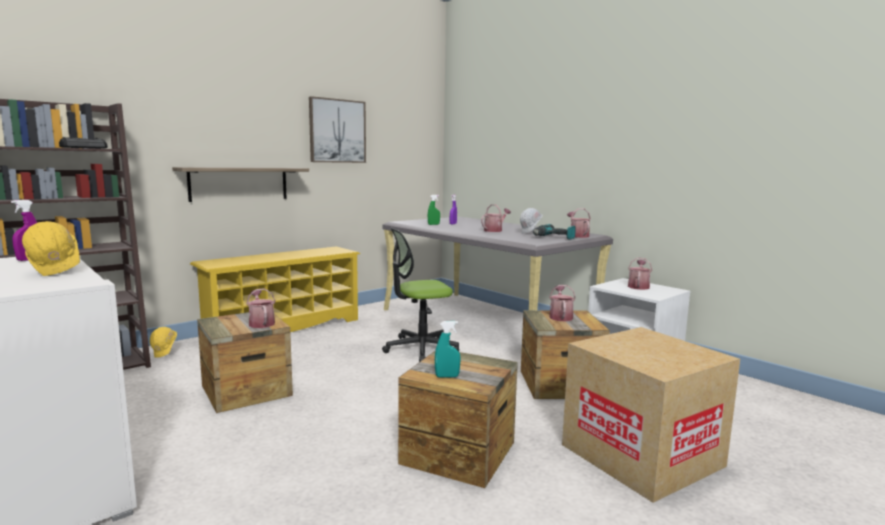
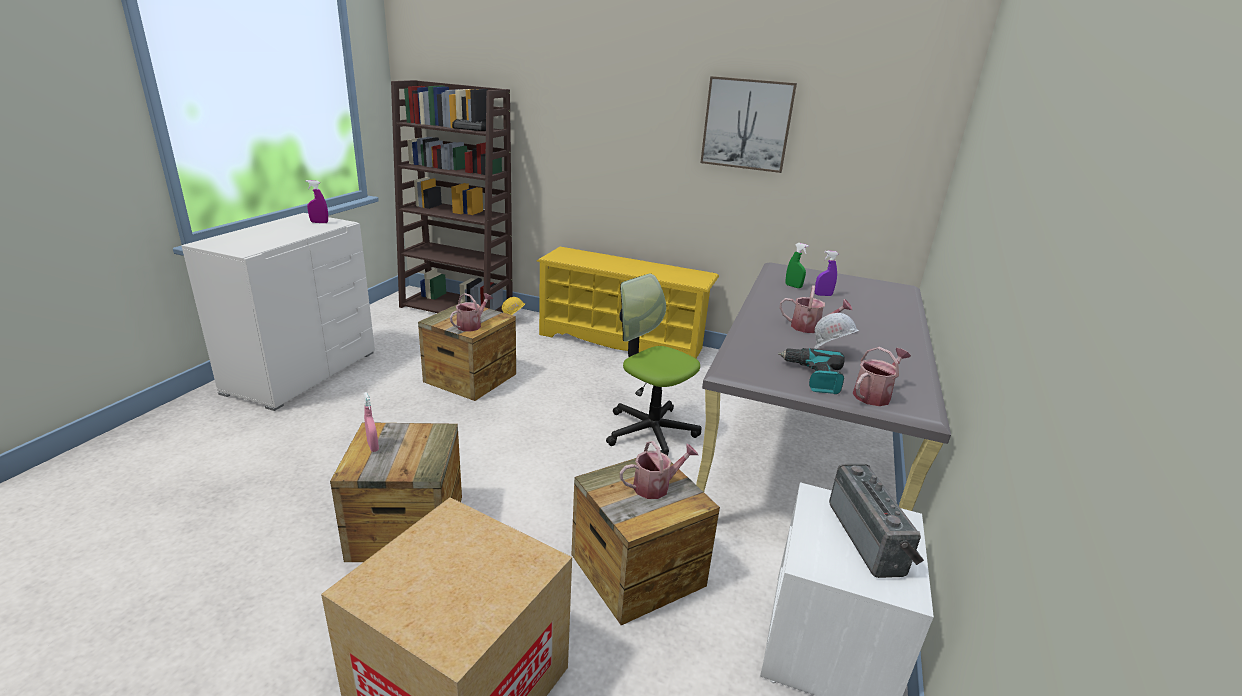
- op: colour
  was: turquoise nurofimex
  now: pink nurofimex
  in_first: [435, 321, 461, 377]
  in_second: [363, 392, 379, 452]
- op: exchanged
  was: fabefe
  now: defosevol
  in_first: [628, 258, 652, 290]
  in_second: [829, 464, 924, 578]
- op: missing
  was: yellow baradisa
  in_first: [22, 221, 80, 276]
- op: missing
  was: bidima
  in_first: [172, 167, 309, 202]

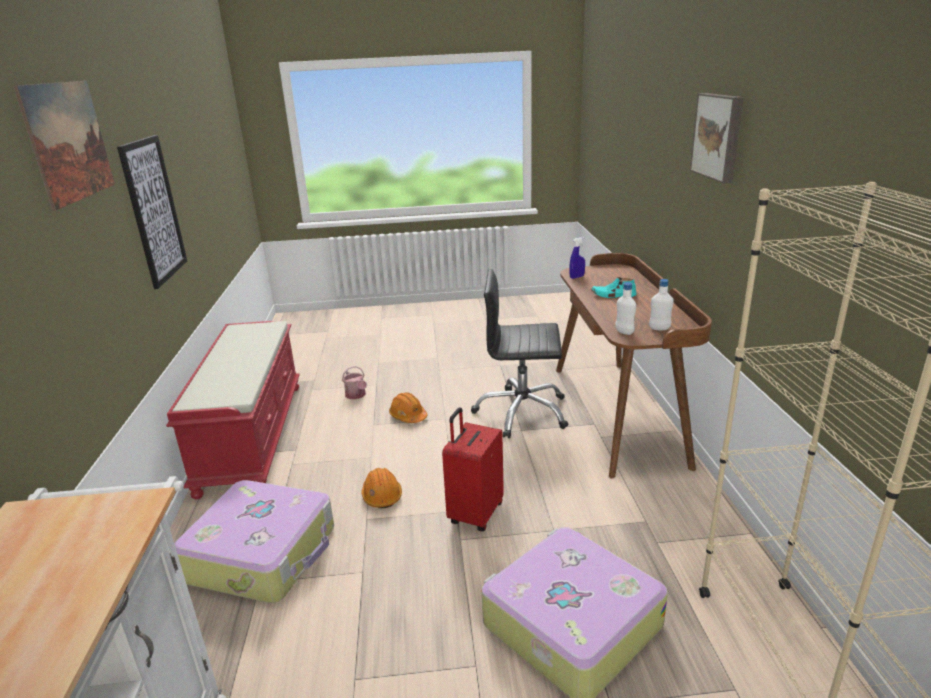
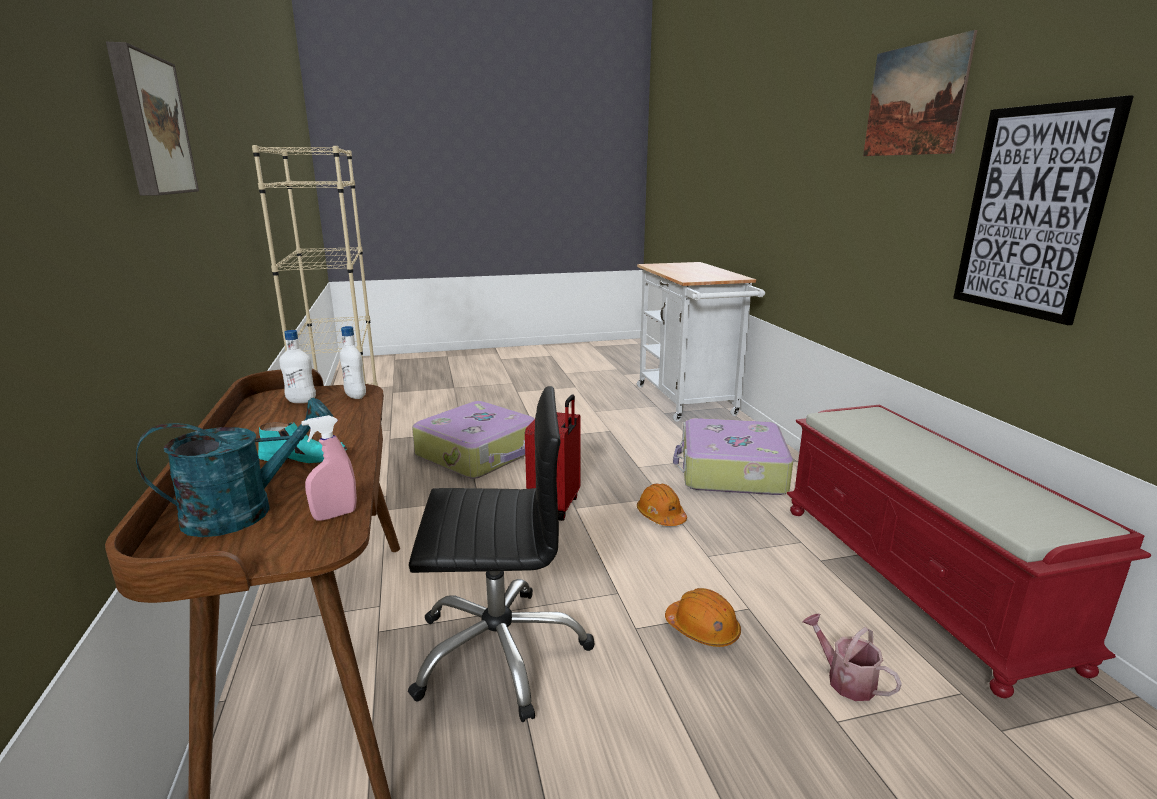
- op: appeared
  now: turquoise fabefe
  in_second: [136, 398, 333, 537]
- op: colour
  was: blue nurofimex
  now: pink nurofimex
  in_first: [569, 237, 585, 279]
  in_second: [301, 415, 357, 521]

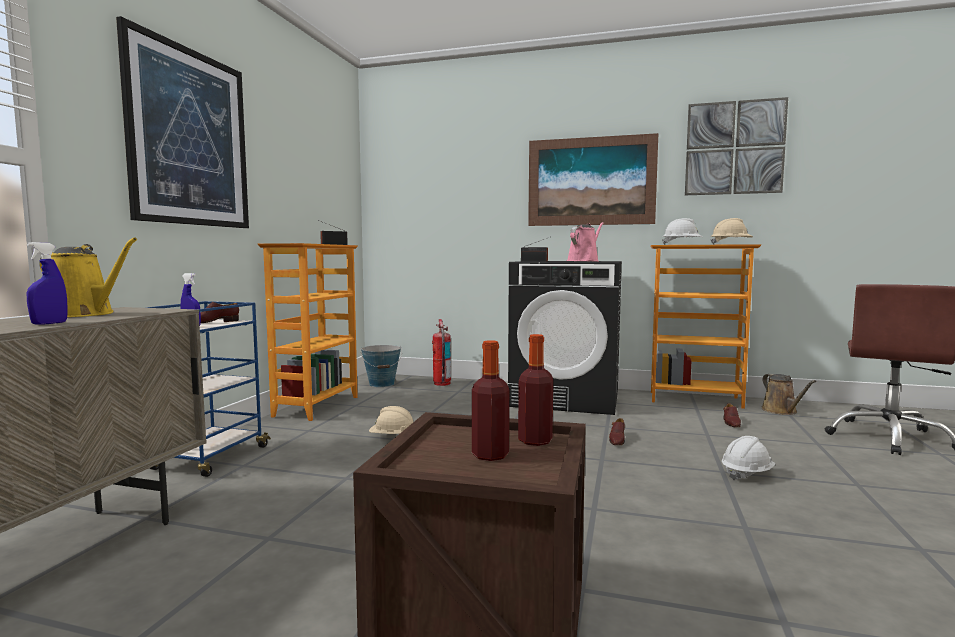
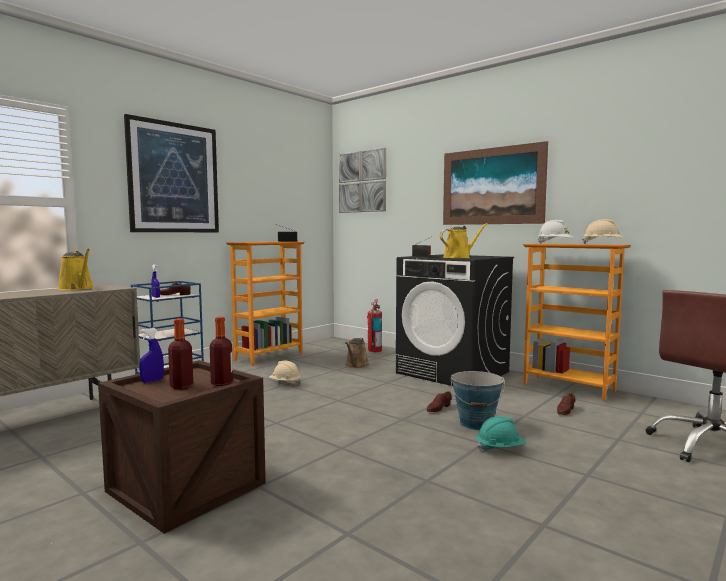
- op: relocated
  was: blue nurofimex
  in_first: [26, 242, 68, 325]
  in_second: [139, 328, 164, 383]
- op: relocated
  was: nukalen
  in_first: [685, 97, 788, 195]
  in_second: [339, 147, 386, 213]
- op: relocated
  was: brown fabefe
  in_first: [762, 374, 816, 415]
  in_second: [345, 338, 369, 368]
- op: colour
  was: pink fabefe
  now: yellow fabefe
  in_first: [567, 222, 604, 261]
  in_second: [440, 223, 487, 258]
- op: relocated
  was: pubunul
  in_first: [361, 345, 402, 387]
  in_second: [451, 371, 505, 430]
- op: colour
  was: white baradisa
  now: turquoise baradisa
  in_first: [722, 436, 776, 480]
  in_second: [476, 416, 526, 451]

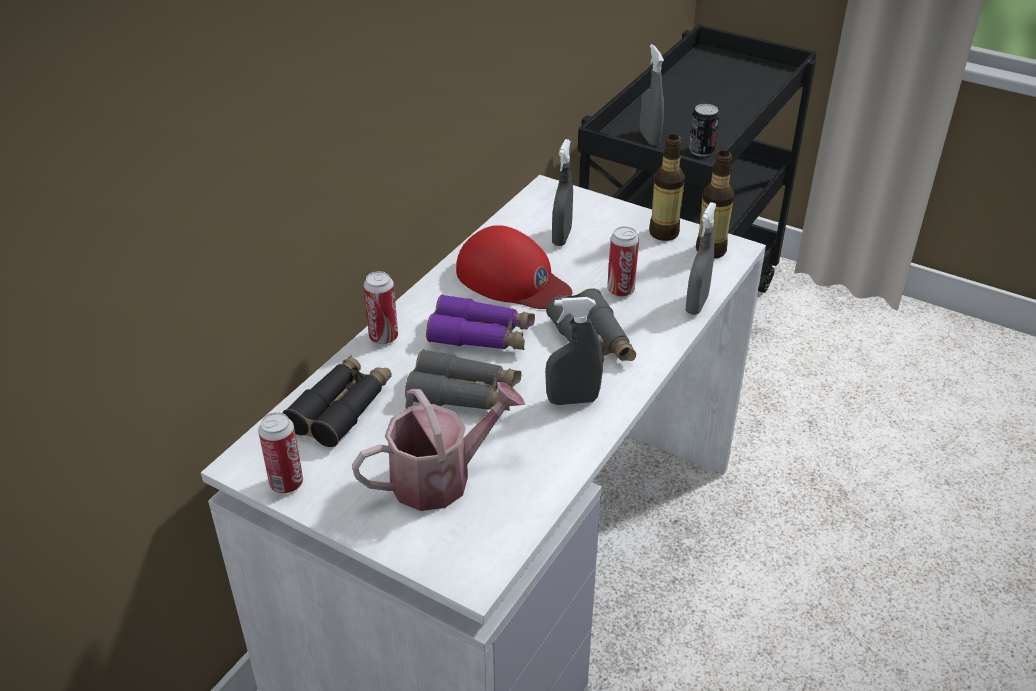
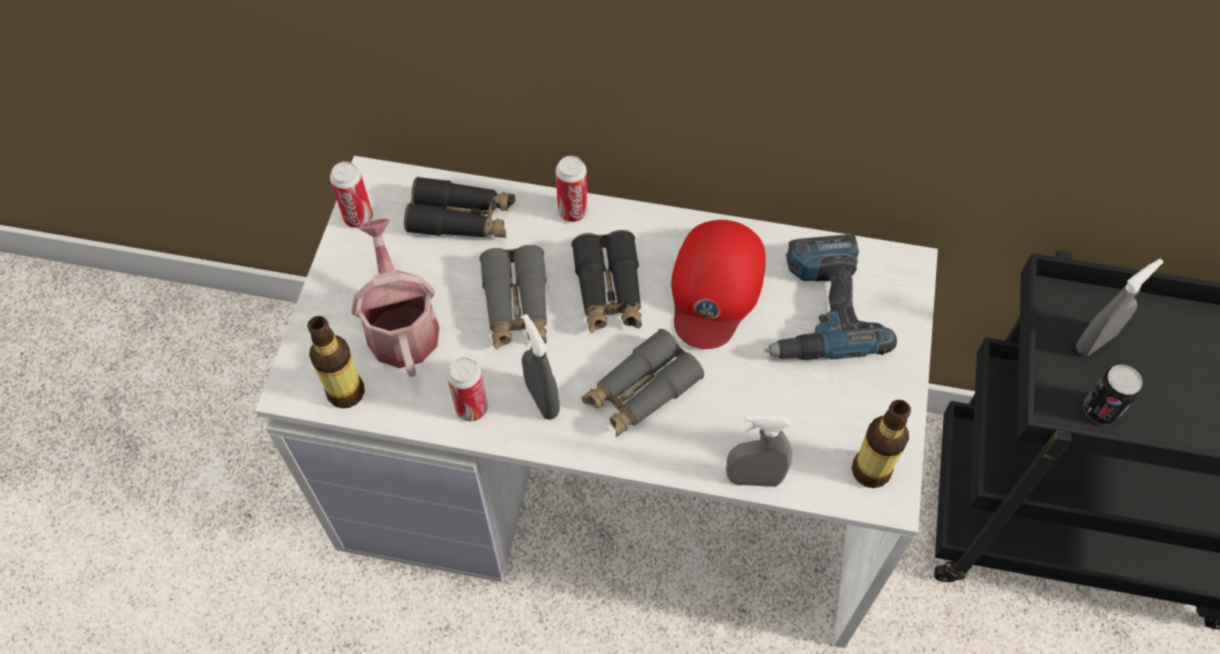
- op: relocated
  was: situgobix
  in_first: [649, 135, 685, 241]
  in_second: [307, 316, 365, 408]
- op: spun
  was: fabefe
  in_first: [352, 382, 526, 511]
  in_second: [351, 219, 439, 377]
  clockwise: -150
- op: relocated
  was: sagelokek
  in_first: [607, 226, 639, 297]
  in_second: [447, 357, 488, 421]
- op: colour
  was: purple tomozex
  now: black tomozex
  in_first: [426, 294, 535, 350]
  in_second: [571, 230, 642, 333]
- op: exchanged
  was: grey nurofimex
  now: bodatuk
  in_first: [552, 139, 573, 246]
  in_second: [764, 235, 897, 360]

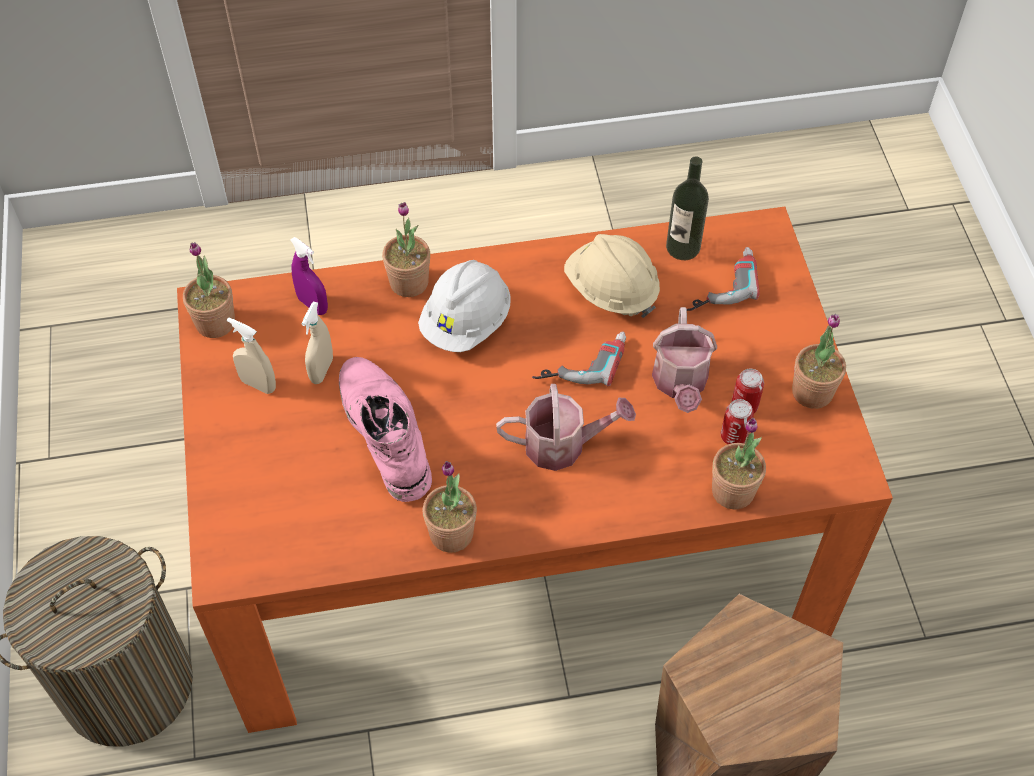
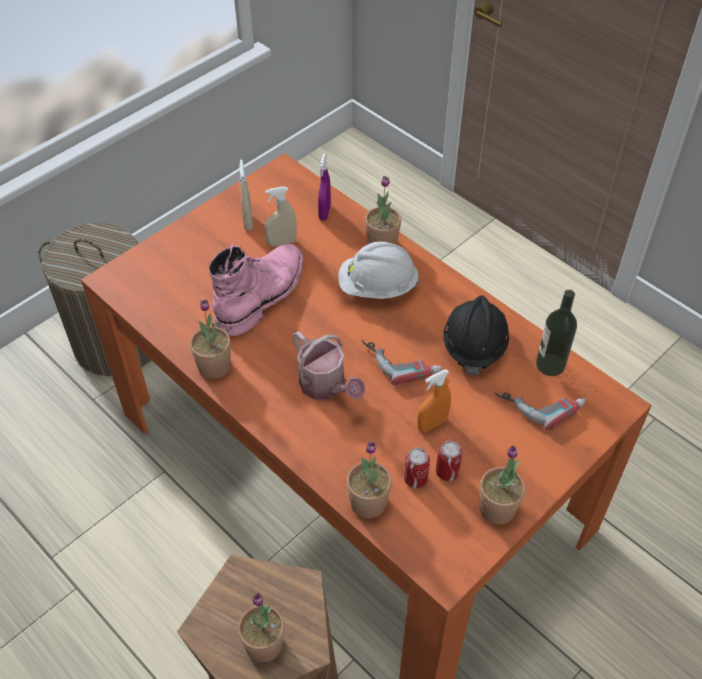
- op: relocated
  was: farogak
  in_first: [183, 242, 235, 338]
  in_second: [238, 593, 285, 662]
- op: exchanged
  was: fabefe
  now: orange nurofimex
  in_first: [652, 307, 717, 413]
  in_second: [417, 369, 451, 432]
- op: colour
  was: beige baradisa
  now: black baradisa
  in_first: [564, 234, 660, 318]
  in_second: [443, 296, 509, 375]

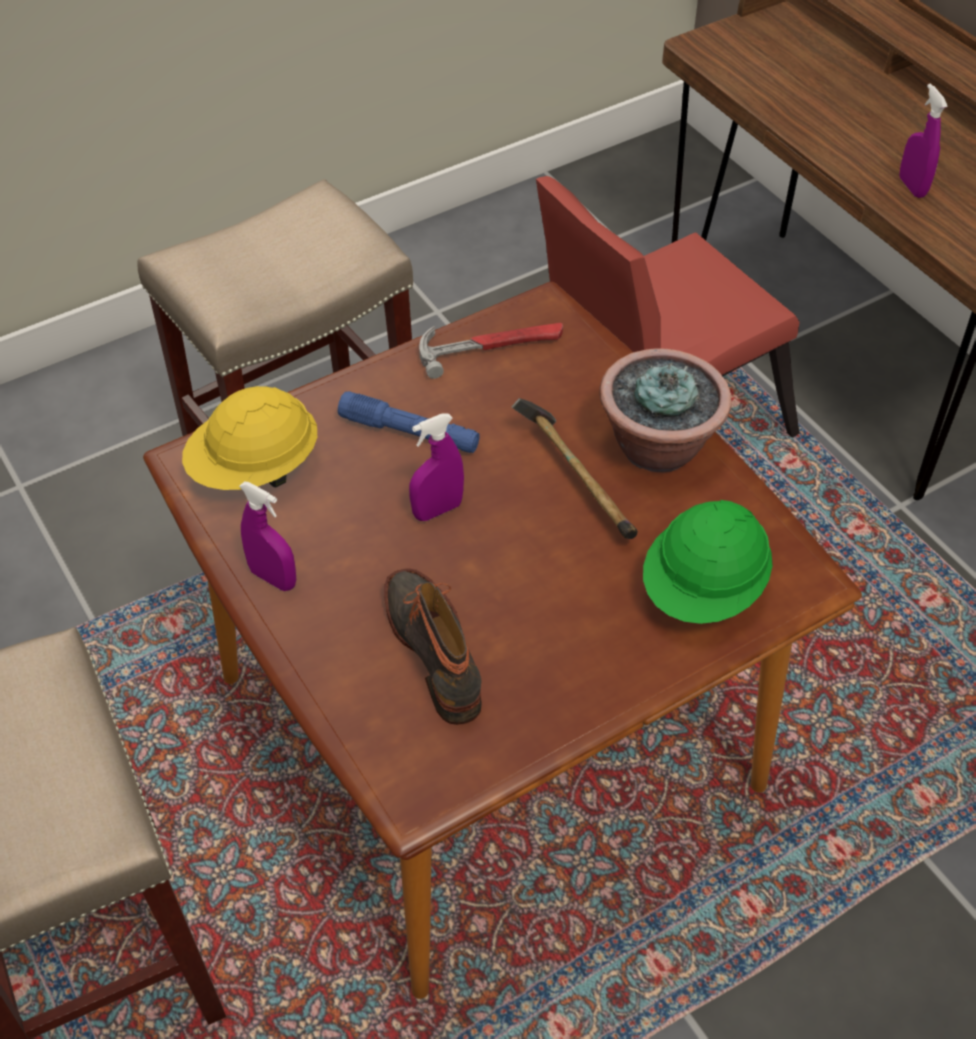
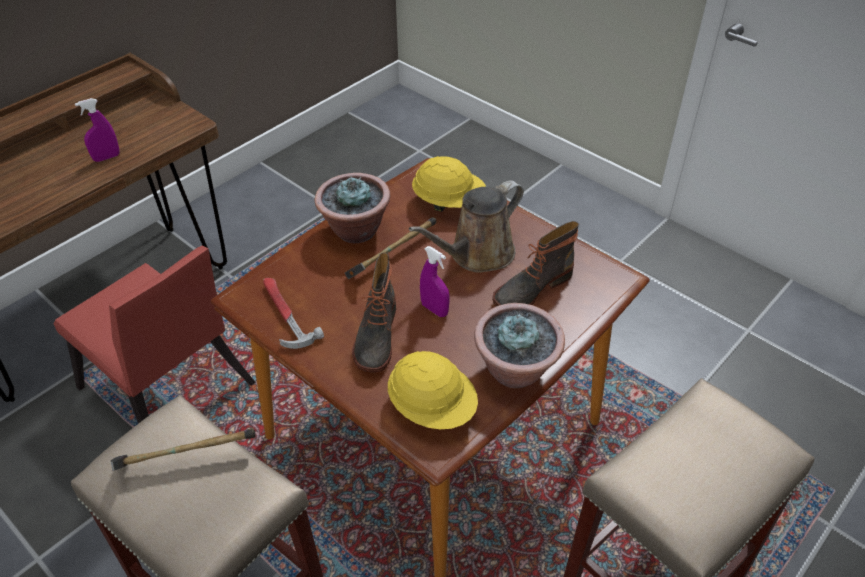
- op: appeared
  now: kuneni
  in_second: [111, 428, 256, 471]
- op: exchanged
  was: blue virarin
  now: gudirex
  in_first: [338, 391, 480, 453]
  in_second: [352, 253, 396, 373]
- op: appeared
  now: brown fabefe
  in_second: [409, 180, 524, 273]
- op: colour
  was: green baradisa
  now: yellow baradisa
  in_first: [643, 500, 772, 624]
  in_second: [412, 156, 486, 212]
- op: exchanged
  was: purple nurofimex
  now: farogak
  in_first: [239, 481, 296, 591]
  in_second: [474, 303, 565, 388]

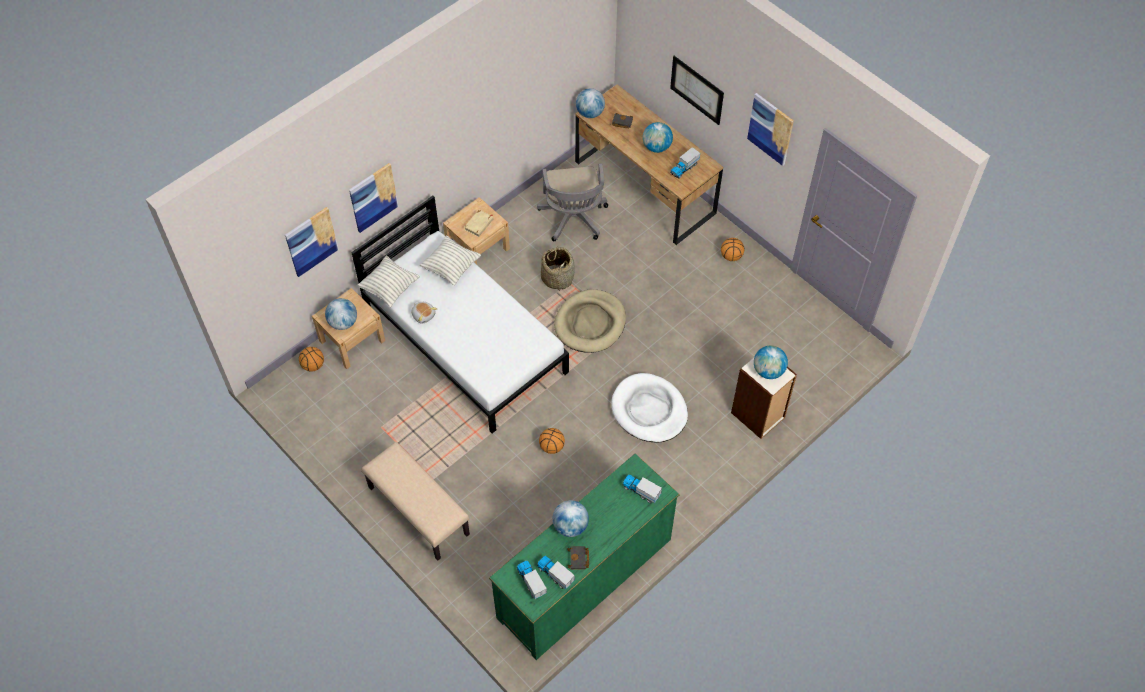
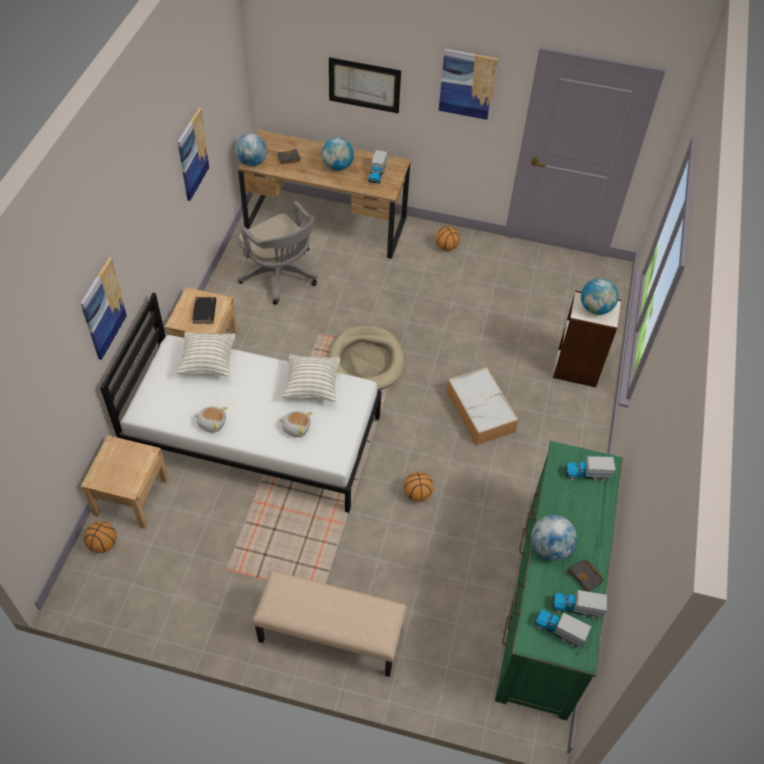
- op: relocated
  was: nukalen
  in_first: [285, 207, 339, 277]
  in_second: [178, 108, 210, 201]
- op: colour
  was: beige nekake
  now: black nekake
  in_first: [464, 210, 494, 237]
  in_second: [192, 297, 216, 324]
- op: appeared
  now: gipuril
  in_second: [280, 411, 313, 437]
- op: relocated
  was: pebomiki
  in_first: [357, 256, 420, 307]
  in_second: [283, 354, 340, 402]
- op: exchanged
  was: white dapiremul
  now: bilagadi
  in_first: [611, 373, 688, 443]
  in_second: [446, 367, 519, 445]
- op: missing
  was: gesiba
  in_first: [325, 298, 357, 330]
- op: missing
  was: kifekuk
  in_first: [541, 247, 575, 291]

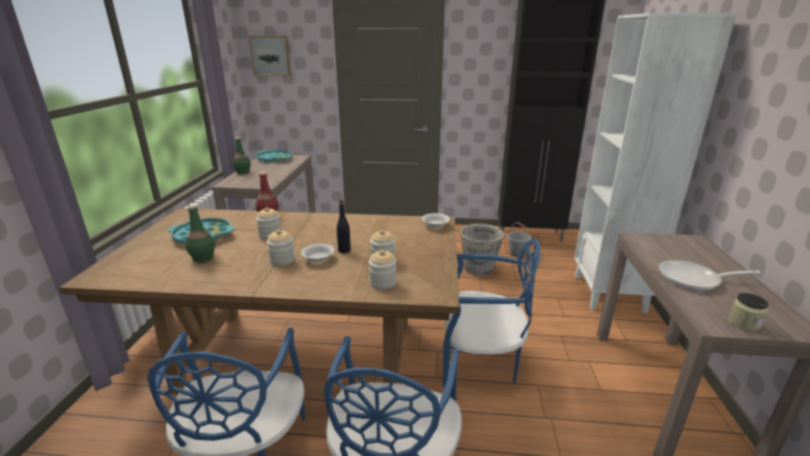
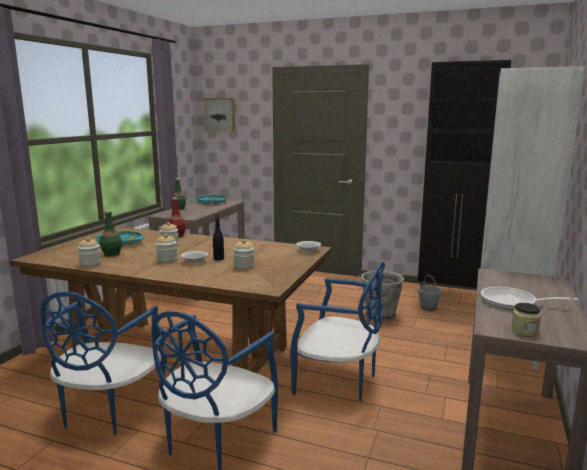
- op: relocated
  was: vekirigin
  in_first: [369, 250, 397, 289]
  in_second: [77, 237, 101, 267]

